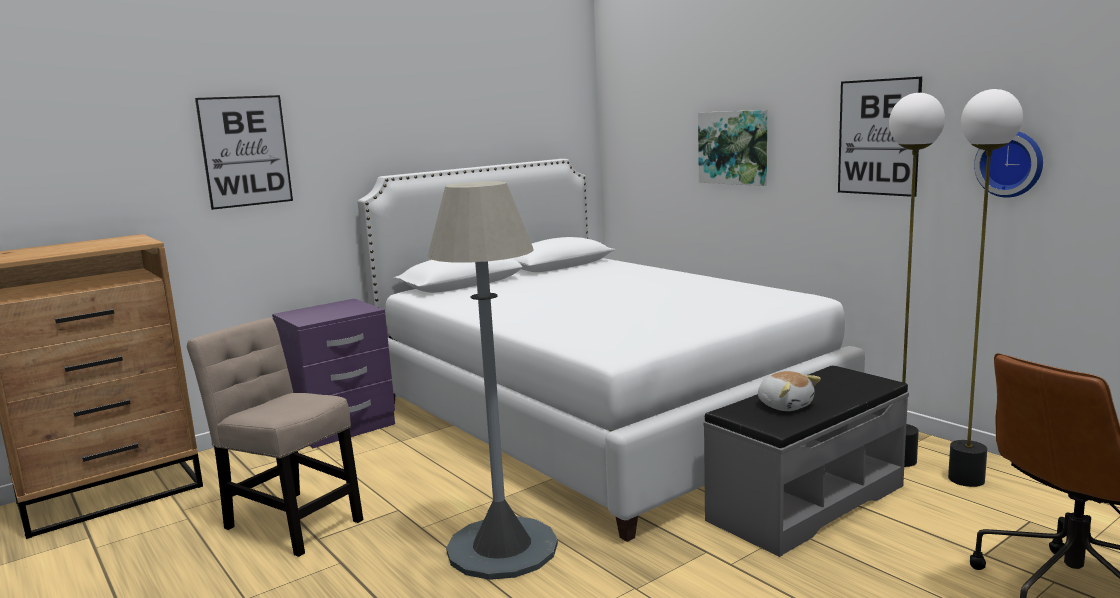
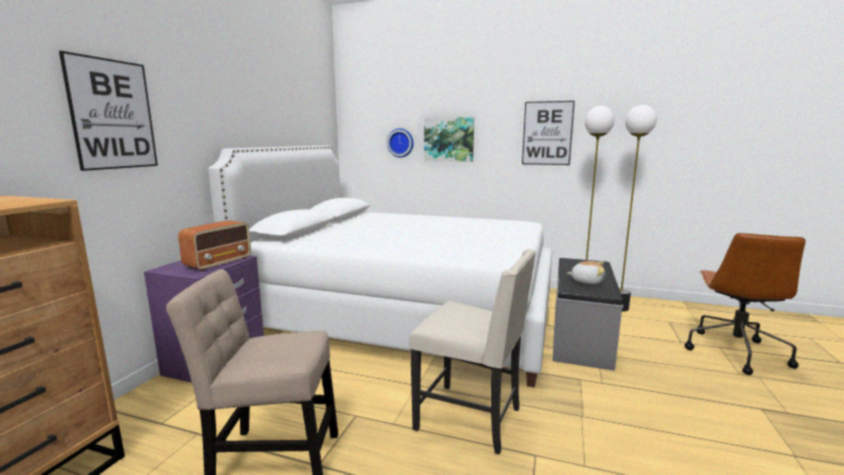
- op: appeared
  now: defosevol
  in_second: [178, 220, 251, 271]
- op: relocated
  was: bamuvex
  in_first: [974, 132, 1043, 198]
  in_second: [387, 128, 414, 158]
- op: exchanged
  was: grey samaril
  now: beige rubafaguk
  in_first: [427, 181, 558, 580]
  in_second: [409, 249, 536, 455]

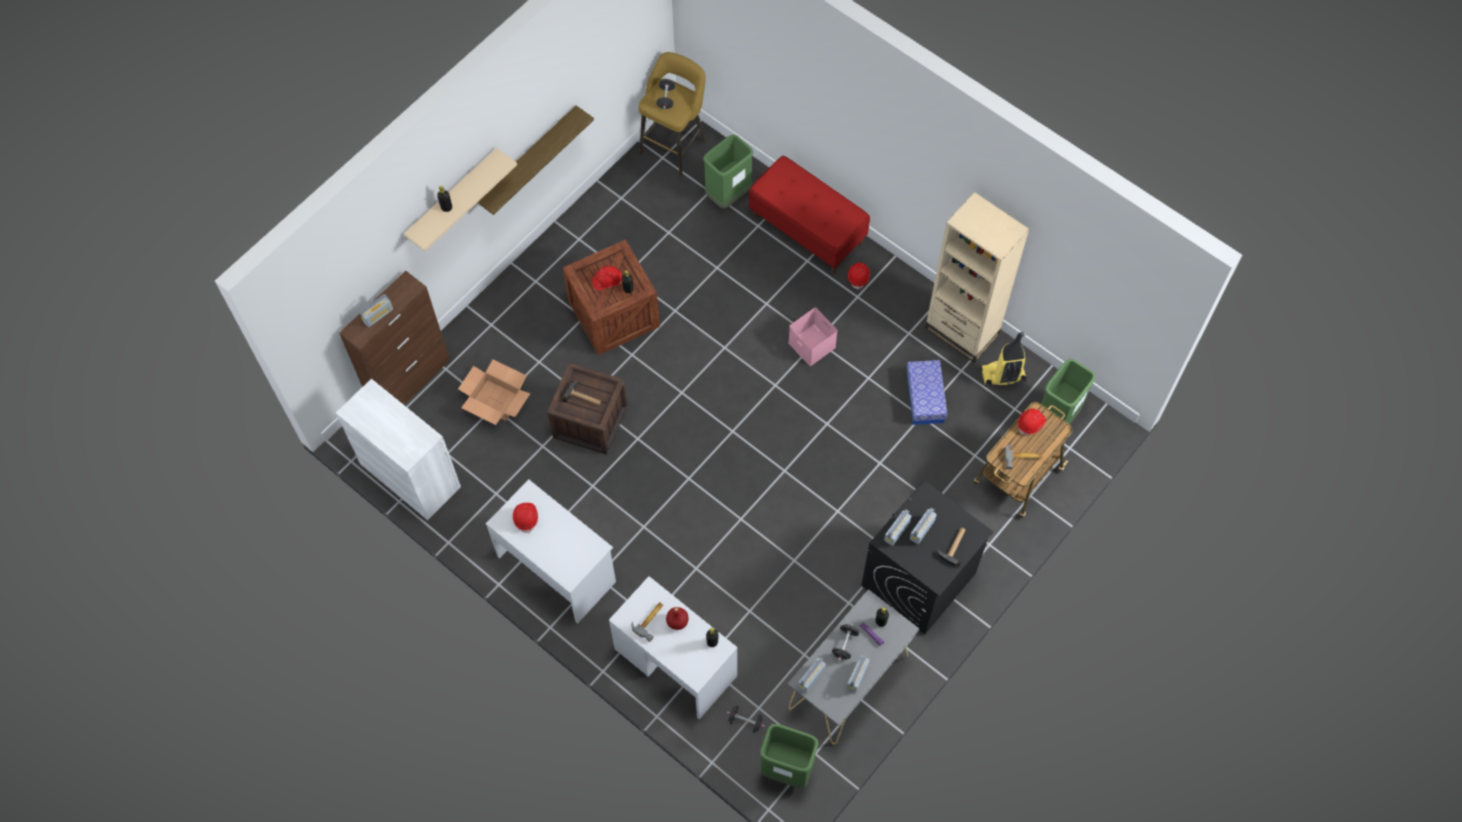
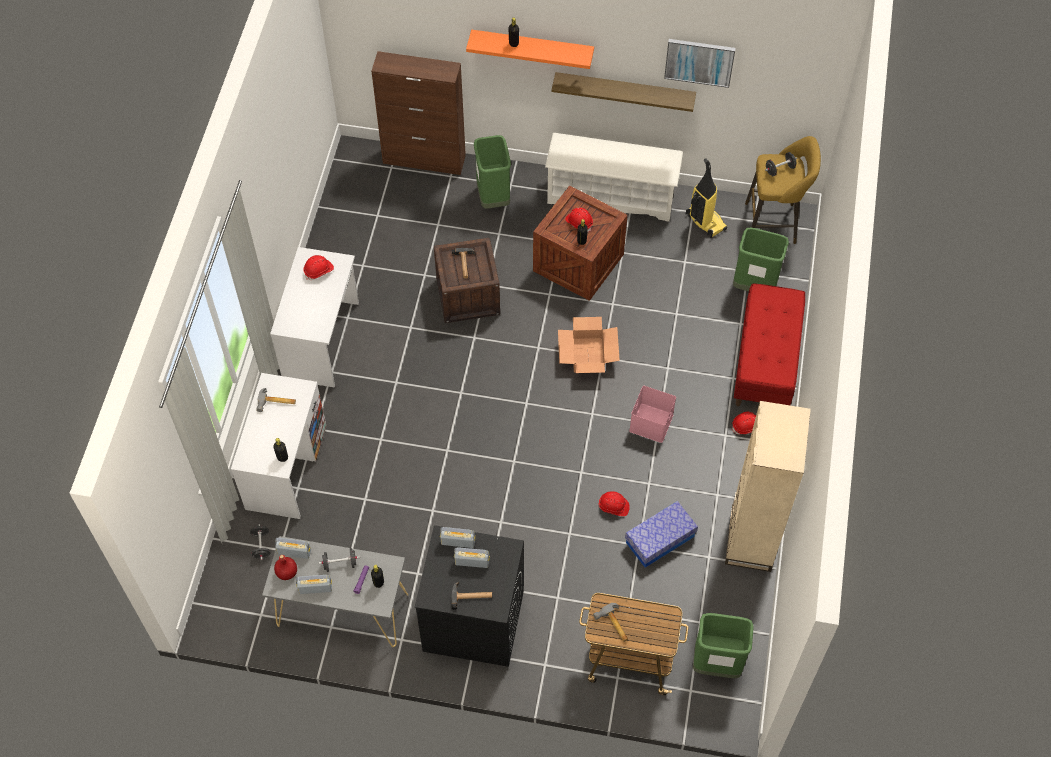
- op: relocated
  was: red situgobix
  in_first: [666, 607, 689, 630]
  in_second: [274, 555, 297, 580]
- op: colour
  was: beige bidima
  now: orange bidima
  in_first: [404, 148, 517, 252]
  in_second: [466, 30, 594, 69]
- op: relocated
  was: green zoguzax
  in_first: [760, 724, 819, 788]
  in_second: [474, 135, 511, 209]
- op: appeared
  now: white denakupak
  in_second: [545, 133, 683, 222]
- op: relocated
  was: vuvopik
  in_first: [458, 359, 530, 425]
  in_second: [558, 317, 620, 373]
- op: relocated
  was: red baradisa
  in_first: [1018, 408, 1046, 435]
  in_second: [598, 491, 630, 516]
- op: appeared
  now: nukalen
  in_second: [664, 39, 736, 88]
- op: relocated
  was: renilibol
  in_first: [980, 332, 1026, 387]
  in_second: [686, 158, 727, 238]
- op: missing
  was: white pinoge
  in_first: [336, 379, 461, 520]
- op: missing
  was: defosevol
  in_first: [360, 294, 393, 327]

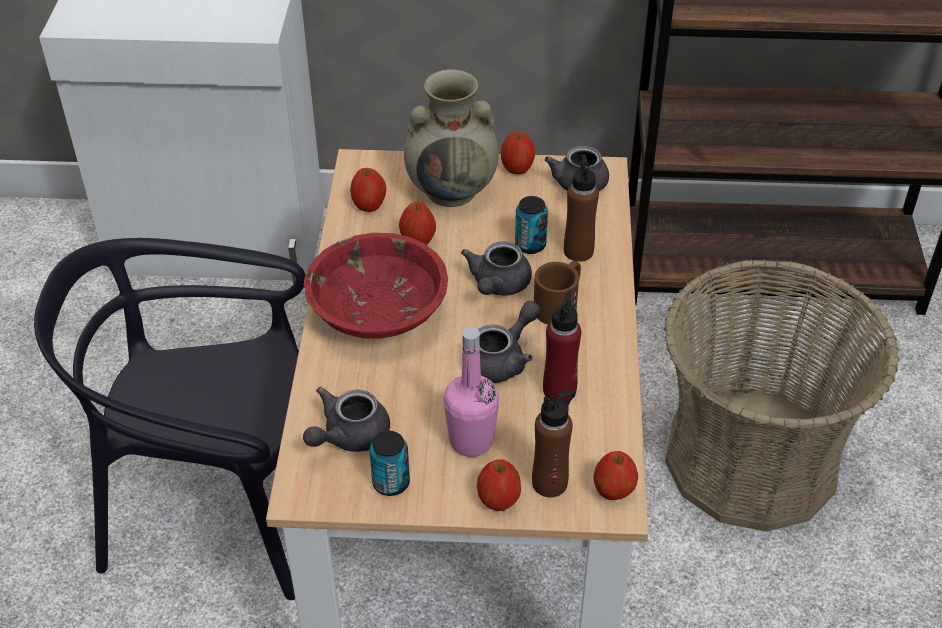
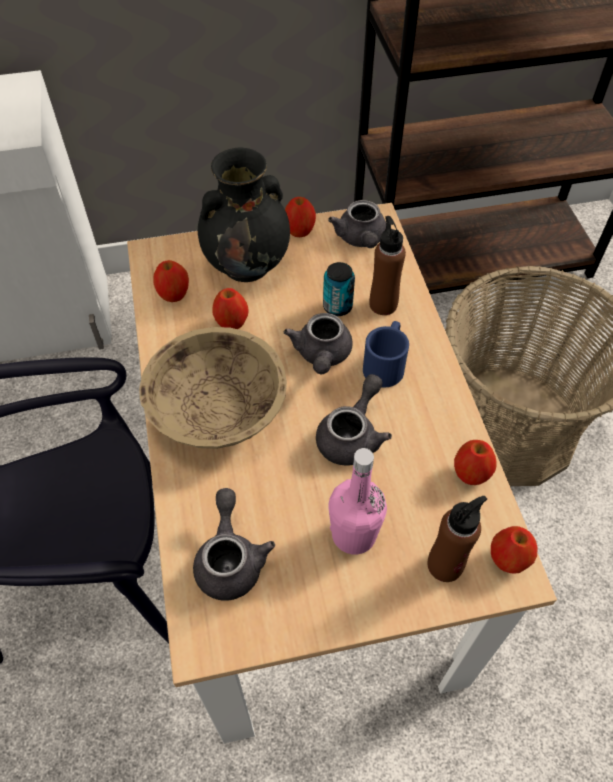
- op: colour
  was: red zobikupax
  now: beige zobikupax
  in_first: [304, 233, 448, 339]
  in_second: [139, 327, 287, 449]
- op: spun
  was: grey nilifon
  in_first: [303, 387, 390, 452]
  in_second: [193, 488, 275, 601]
  clockwise: 150
- op: colour
  was: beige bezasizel
  now: black bezasizel
  in_first: [404, 69, 499, 207]
  in_second: [198, 147, 290, 282]
- op: colour
  was: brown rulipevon
  now: blue rulipevon
  in_first: [534, 261, 581, 324]
  in_second: [363, 321, 409, 388]
- op: relocated
  was: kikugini
  in_first: [477, 459, 521, 511]
  in_second: [454, 440, 497, 485]
- op: missing
  was: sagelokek
  in_first: [369, 431, 410, 496]
- op: missing
  was: red situgobix
  in_first: [543, 291, 581, 401]

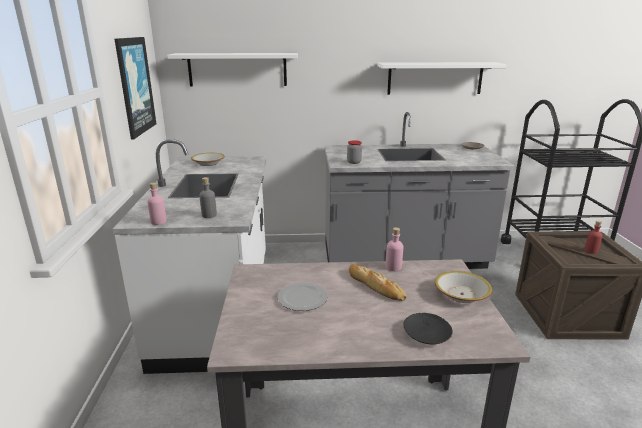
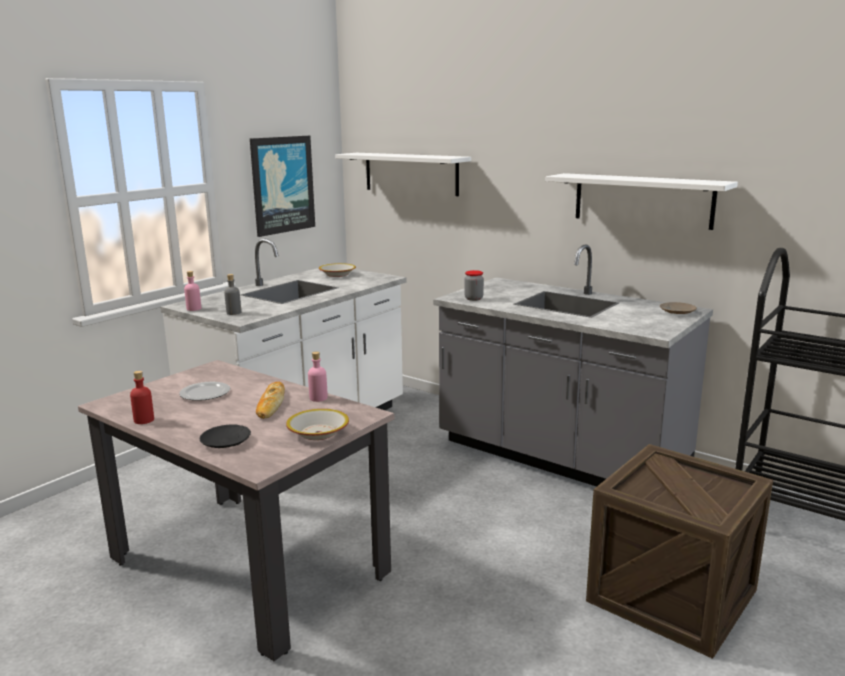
- op: relocated
  was: red situgobix
  in_first: [584, 221, 603, 254]
  in_second: [130, 371, 154, 424]

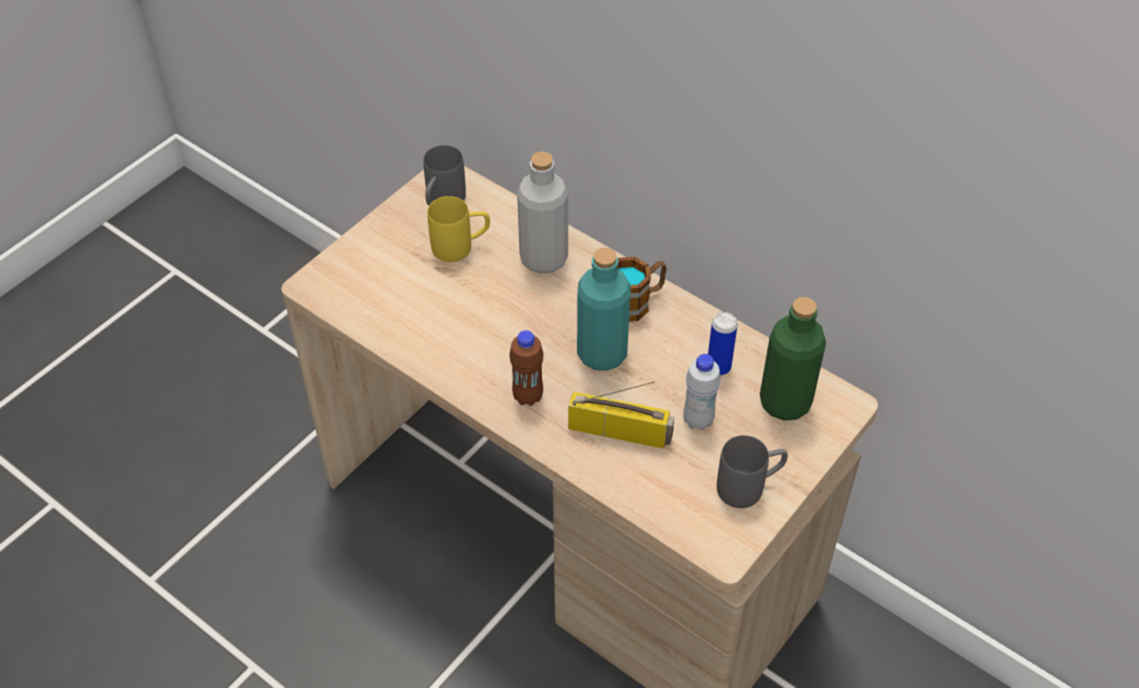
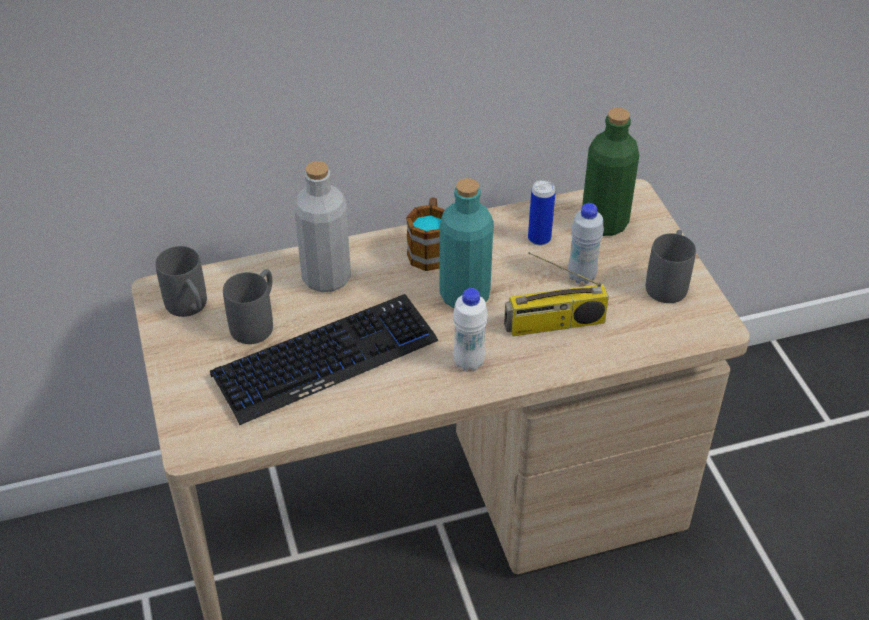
- op: appeared
  now: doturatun
  in_second: [210, 294, 439, 425]
- op: colour
  was: yellow rulipevon
  now: grey rulipevon
  in_first: [427, 196, 490, 262]
  in_second: [223, 269, 273, 344]
- op: colour
  was: brown situgobix
  now: white situgobix
  in_first: [509, 330, 543, 406]
  in_second: [453, 288, 488, 371]
- op: spun
  was: defosevol
  in_first: [568, 381, 674, 449]
  in_second: [504, 252, 609, 336]
  clockwise: -150

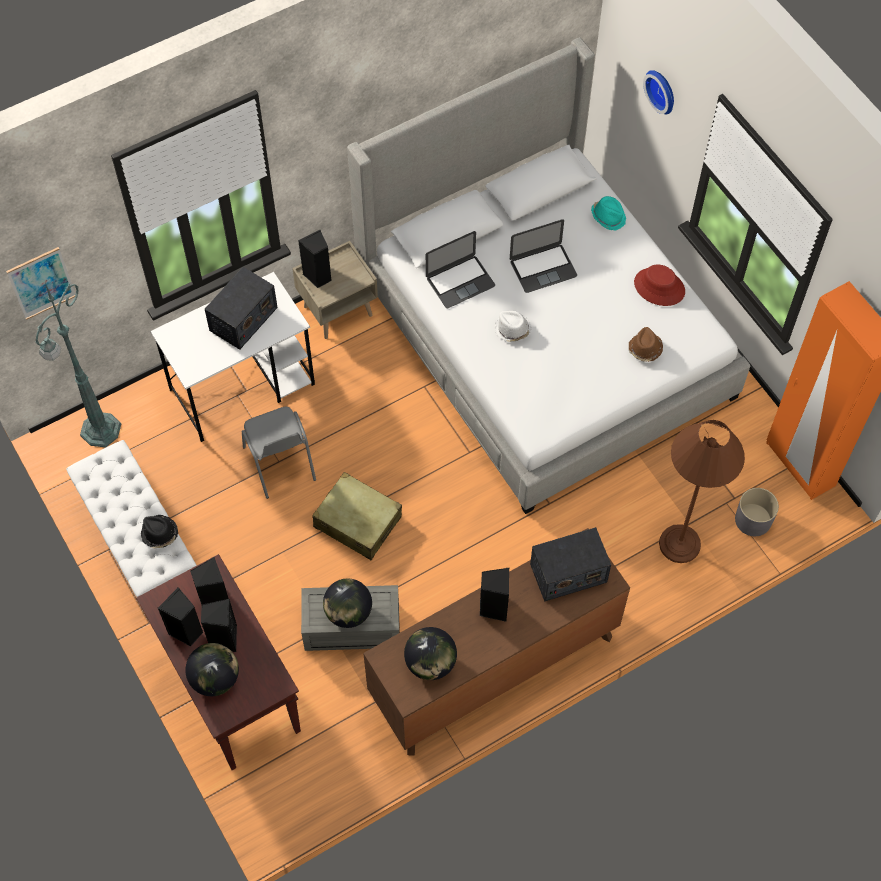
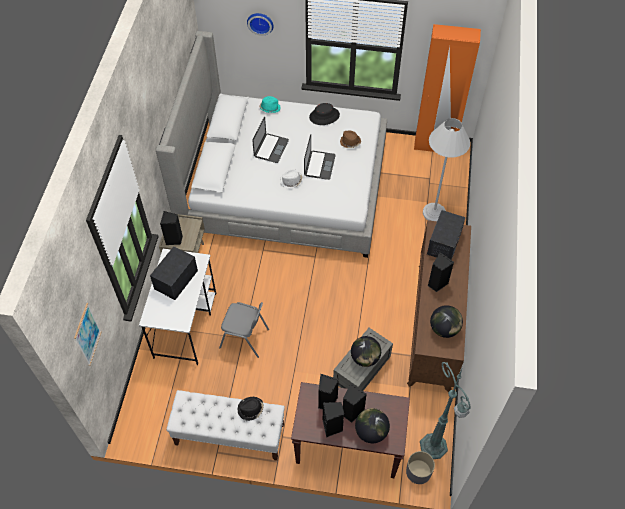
- op: spun
  was: defosevol
  in_first: [205, 267, 278, 350]
  in_second: [150, 246, 198, 300]
  clockwise: -135
- op: relocated
  was: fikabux
  in_first: [426, 231, 495, 308]
  in_second: [304, 135, 336, 180]
- op: colour
  was: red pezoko
  now: black pezoko
  in_first: [634, 264, 685, 306]
  in_second: [309, 103, 340, 125]
- op: relocated
  was: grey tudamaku
  in_first: [735, 488, 779, 536]
  in_second: [406, 451, 435, 484]
- op: relocated
  was: green samaril
  in_first: [35, 283, 121, 448]
  in_second: [420, 362, 471, 459]
- op: colour
  was: brown samaril
  now: white samaril
  in_first: [659, 420, 745, 563]
  in_second: [423, 118, 470, 221]
- op: missing
  was: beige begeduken
  in_first: [312, 472, 402, 560]

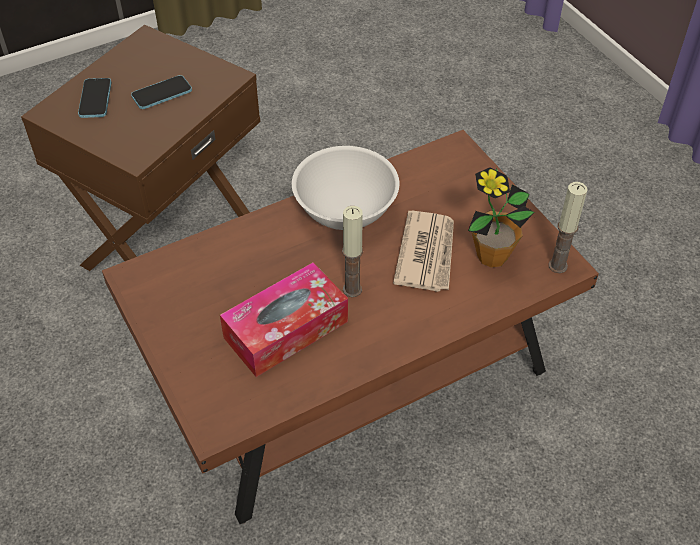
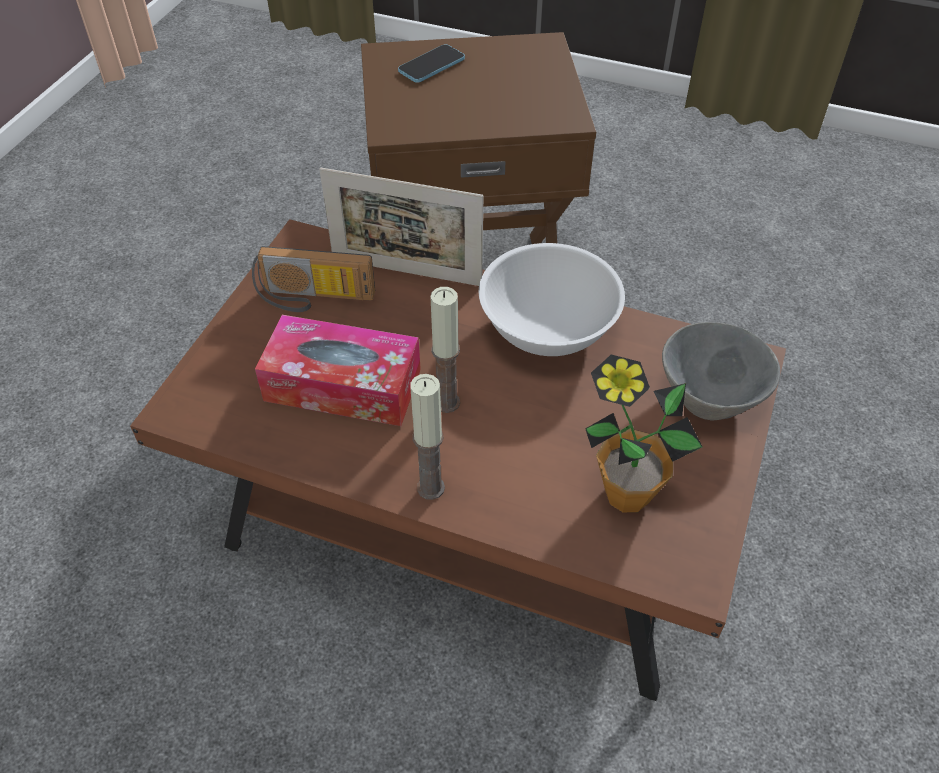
- op: appeared
  now: defosevol
  in_second: [252, 246, 375, 312]
- op: appeared
  now: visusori
  in_second: [319, 168, 483, 286]
- op: relocated
  was: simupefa
  in_first: [549, 182, 588, 273]
  in_second: [410, 374, 445, 500]
- op: appeared
  now: grey zobikupax
  in_second: [662, 322, 780, 421]
- op: missing
  was: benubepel
  in_first: [131, 75, 192, 109]
- op: missing
  was: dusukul
  in_first: [393, 211, 454, 292]

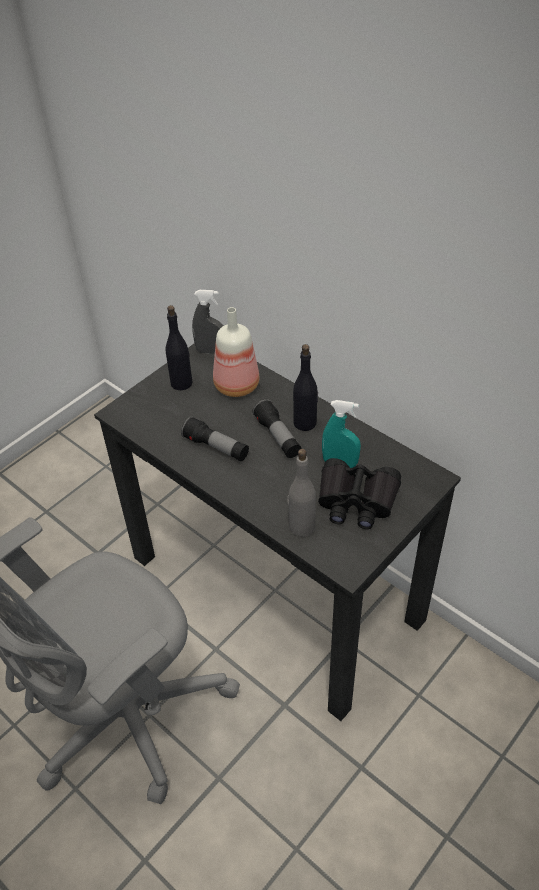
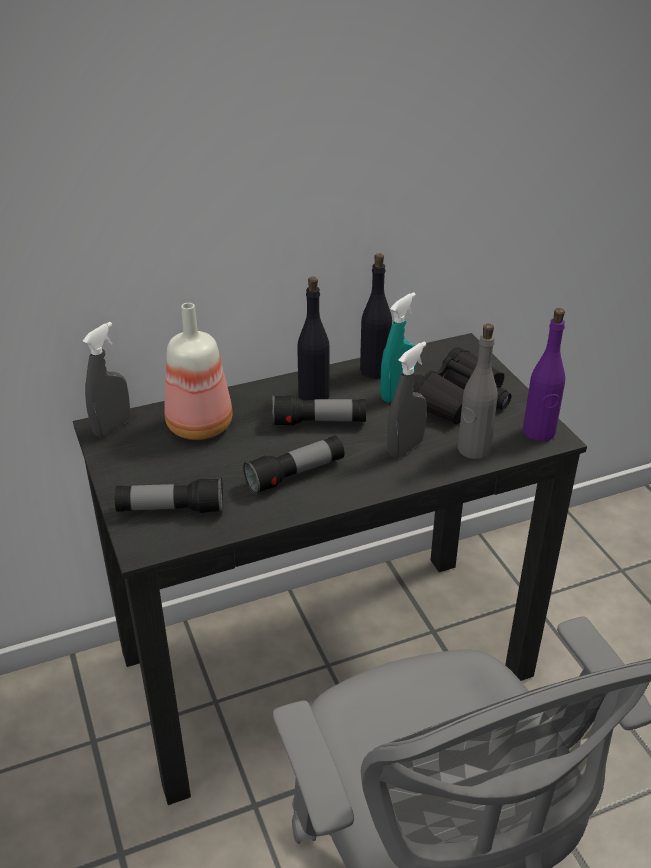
- op: appeared
  now: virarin
  in_second: [115, 478, 223, 513]
- op: relocated
  was: black situgobix
  in_first: [165, 305, 192, 390]
  in_second: [360, 253, 392, 379]
- op: appeared
  now: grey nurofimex
  in_second: [387, 342, 427, 458]
- op: appeared
  now: purple situgobix
  in_second: [523, 308, 565, 441]

